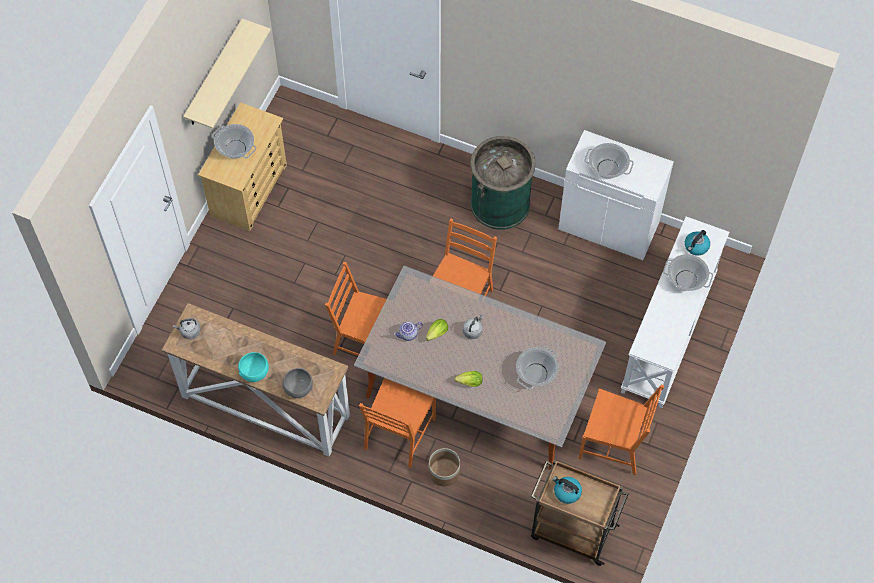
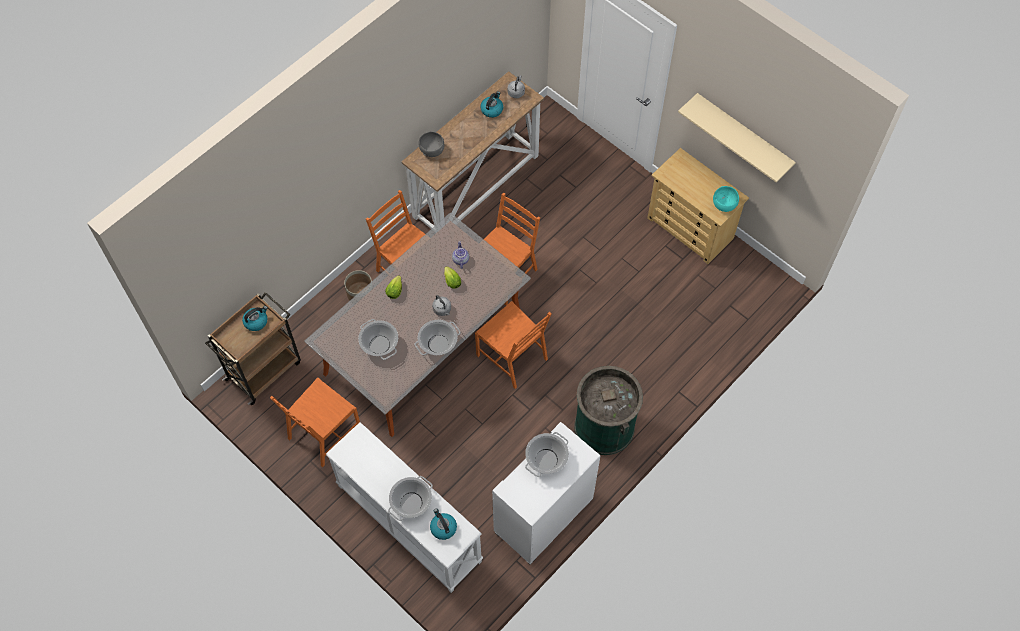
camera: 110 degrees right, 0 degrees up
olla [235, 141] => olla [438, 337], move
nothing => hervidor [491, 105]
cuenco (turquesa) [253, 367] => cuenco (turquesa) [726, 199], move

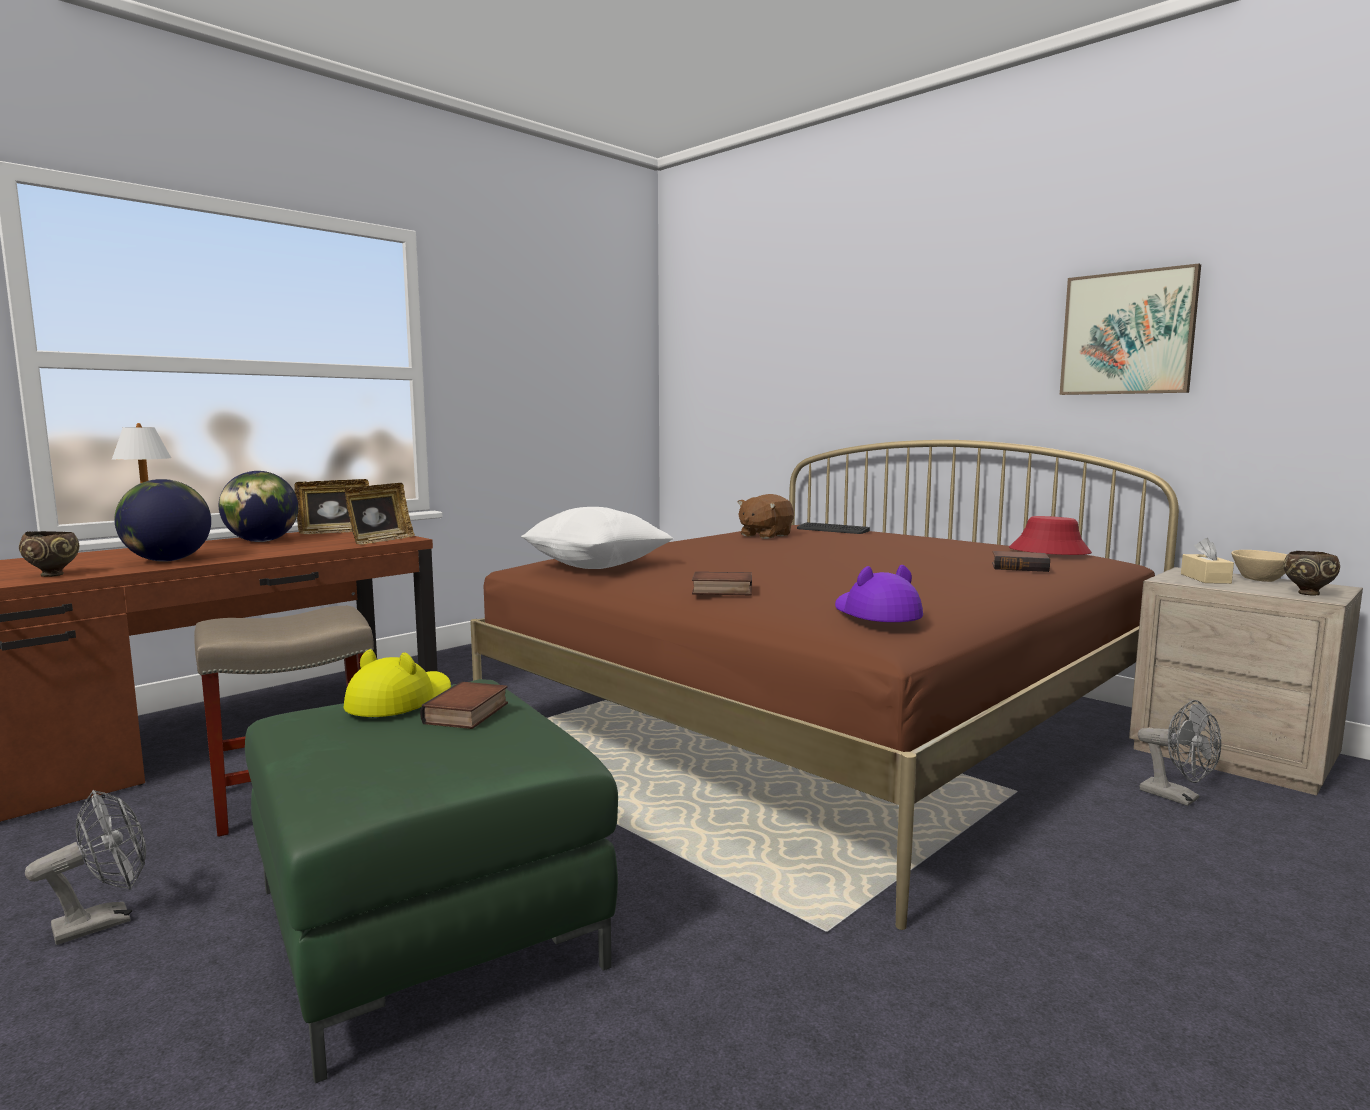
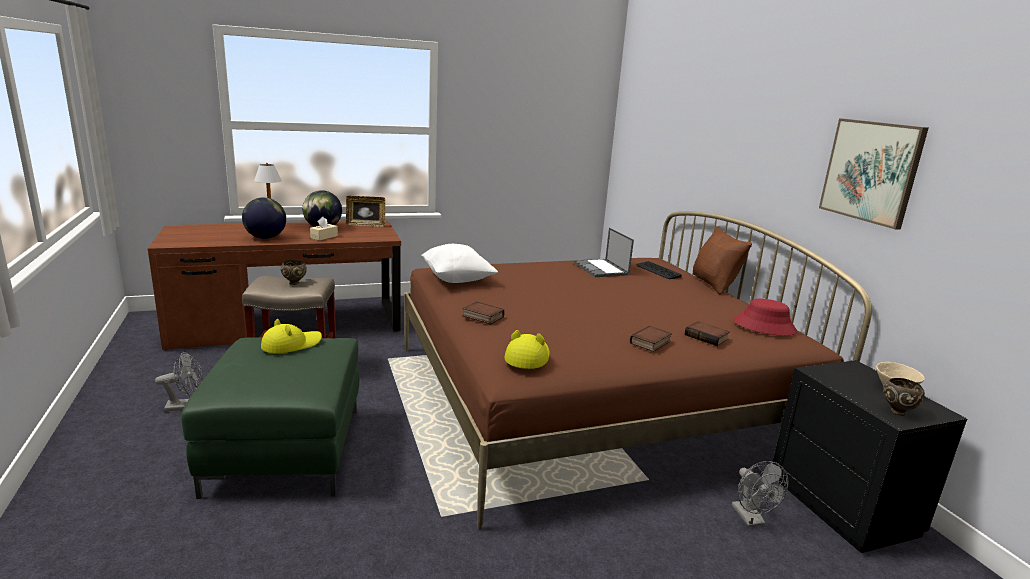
camera: 25 degrees right, 10 degrees up
cuenco (marrón) [49, 554] => cuenco (marrón) [294, 272], move
caja de pañuelos (beis) [1207, 561] => caja de pañuelos (beis) [324, 229], move
sombrero (morado) [879, 593] => sombrero (amarillo) [527, 349]
peluche (marrón) [766, 516] => portátil [603, 252]
libro [464, 705] => libro [651, 339], move
nothing => cojín (marrón) [722, 260]
mesita de noche (beis) [1246, 681] => mesita de noche (negro) [869, 456]
portarretratos [379, 514] => nothing

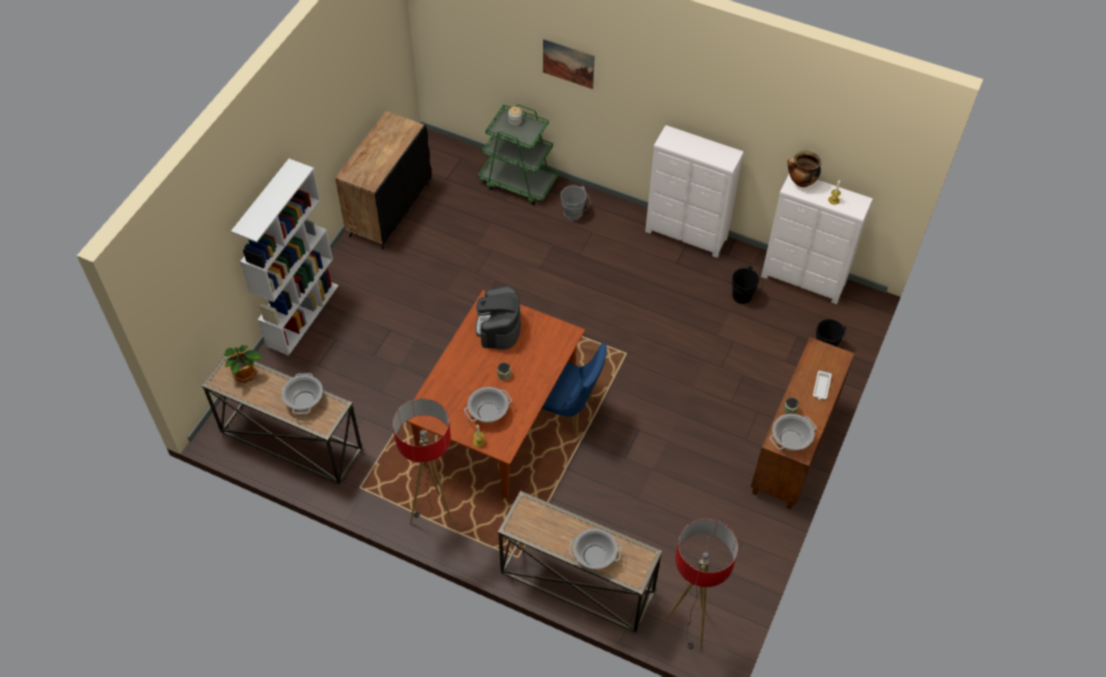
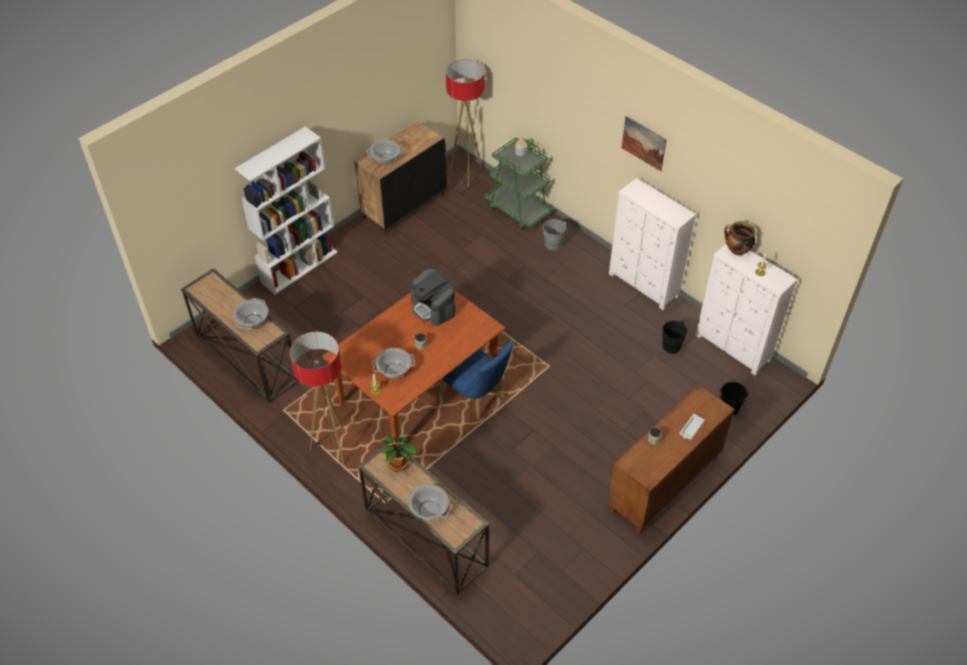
camera: 20 degrees right, 5 degrees down
olla [792, 432] => olla [385, 152], move
planta en maceta [243, 364] => planta en maceta [399, 454], move
cafetera [498, 318] => cafetera [433, 297], 60 degrees counterclockwise
lámpara de pie [699, 585] => lámpara de pie [465, 123], move
cuadro [569, 63] => cuadro [644, 143], move

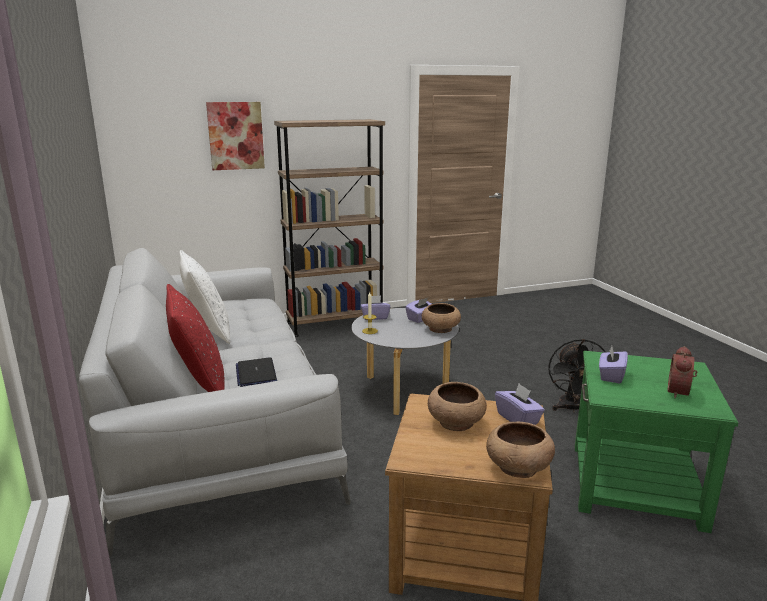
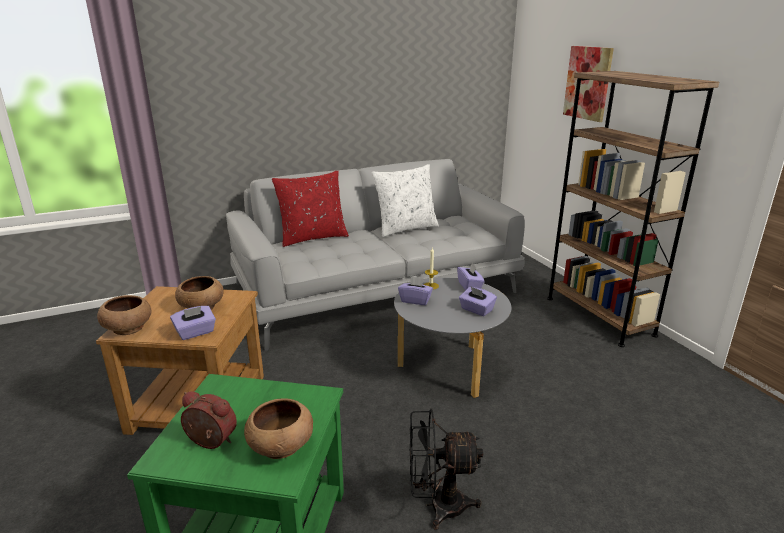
camera: 85 degrees right, 5 degrees up
cuenco (marrón) [441, 318] => cuenco (marrón) [278, 428], move
caja de pañuelos (morado) [613, 364] => caja de pañuelos (morado) [415, 290], move
portátil [256, 372] => nothing

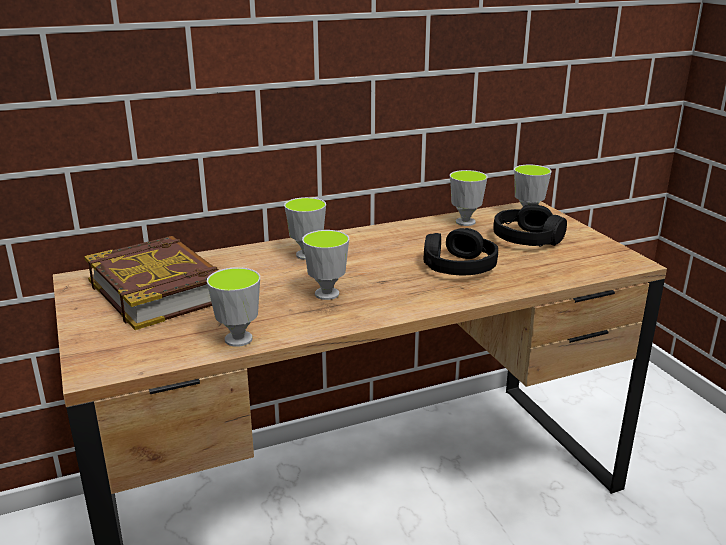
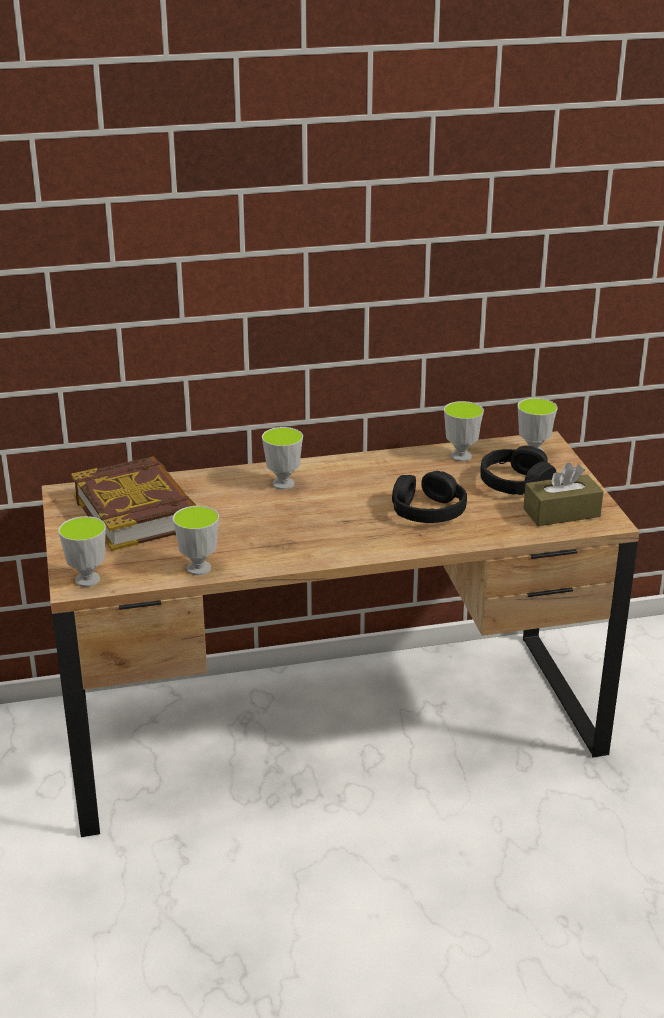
camera: 10 degrees right, 5 degrees up
taza [325, 265] => taza [82, 551], move
nothing => caja de pañuelos (marrón) [563, 494]

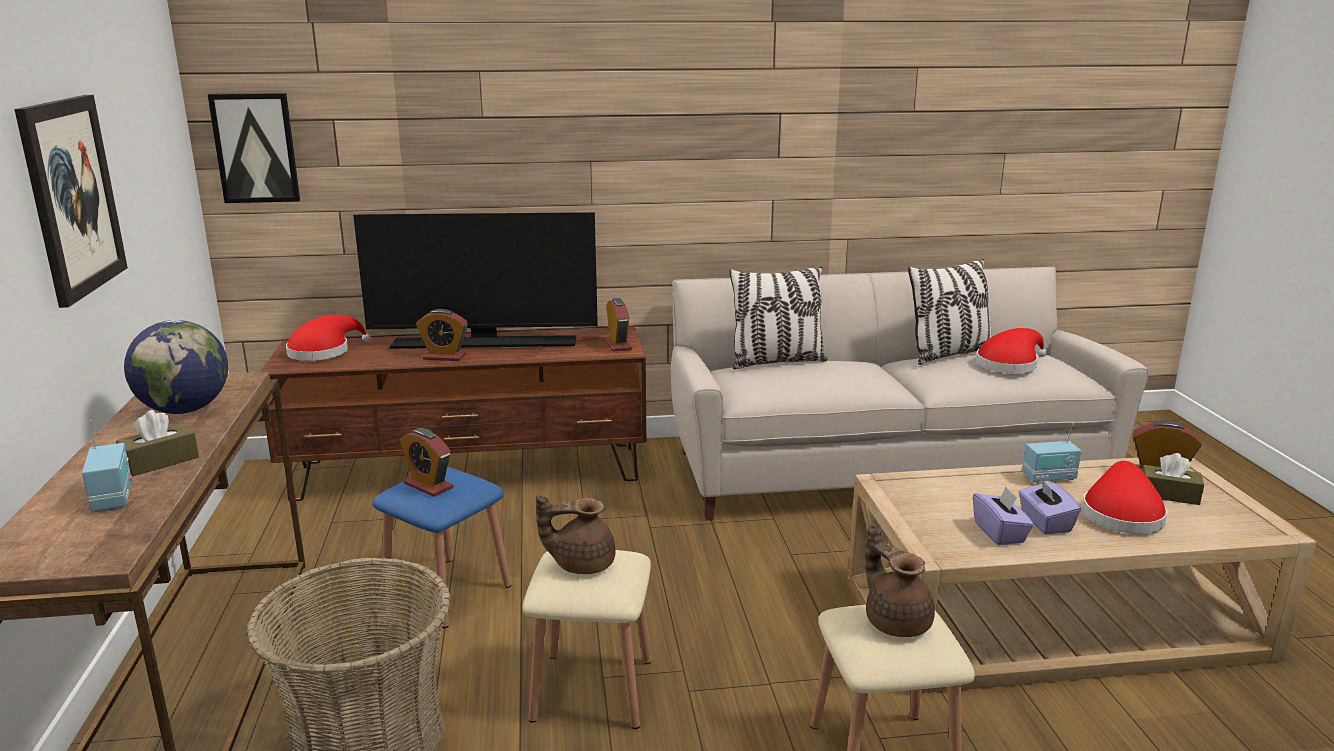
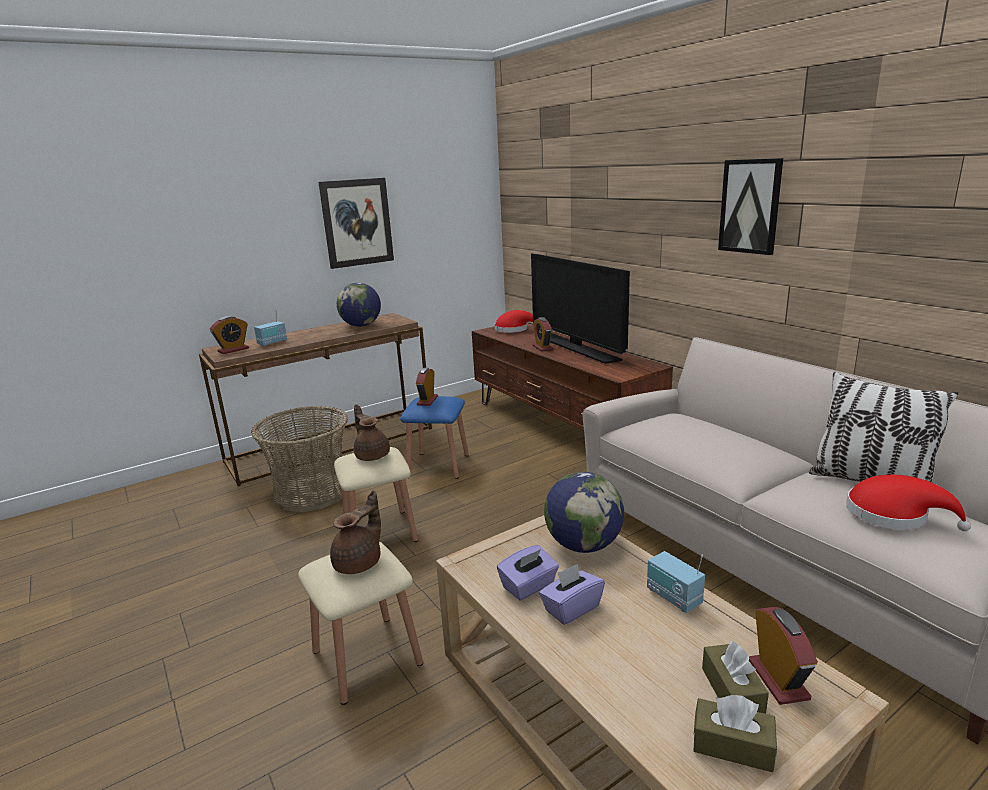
camera: 65 degrees right, 0 degrees up
despertador [618, 325] => despertador [229, 335], move
nothing => globo terráqueo [584, 512]
caja de pañuelos (marrón) [157, 443] => caja de pañuelos (marrón) [735, 734], move
cuadro [254, 148] => cuadro [750, 206], move
cojín [778, 317] => nothing
sombrero (rojo) [1124, 497] => nothing

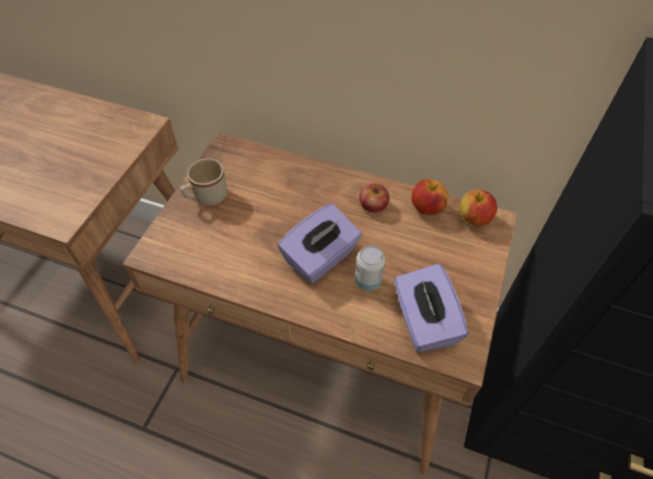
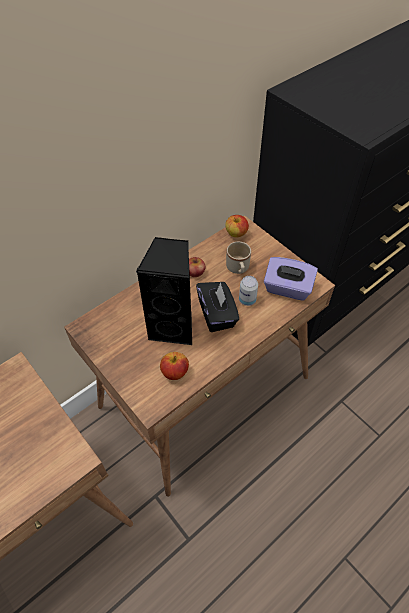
camera: 60 degrees left, 0 degrees up
nothing => altavoz (negro) [164, 291]
manzana [430, 197] => manzana [174, 366], move
caja de pañuelos (morado) [320, 244] => caja de pañuelos (negro) [217, 307]
taza grande (beis) [204, 182] => taza grande (beis) [238, 257], move

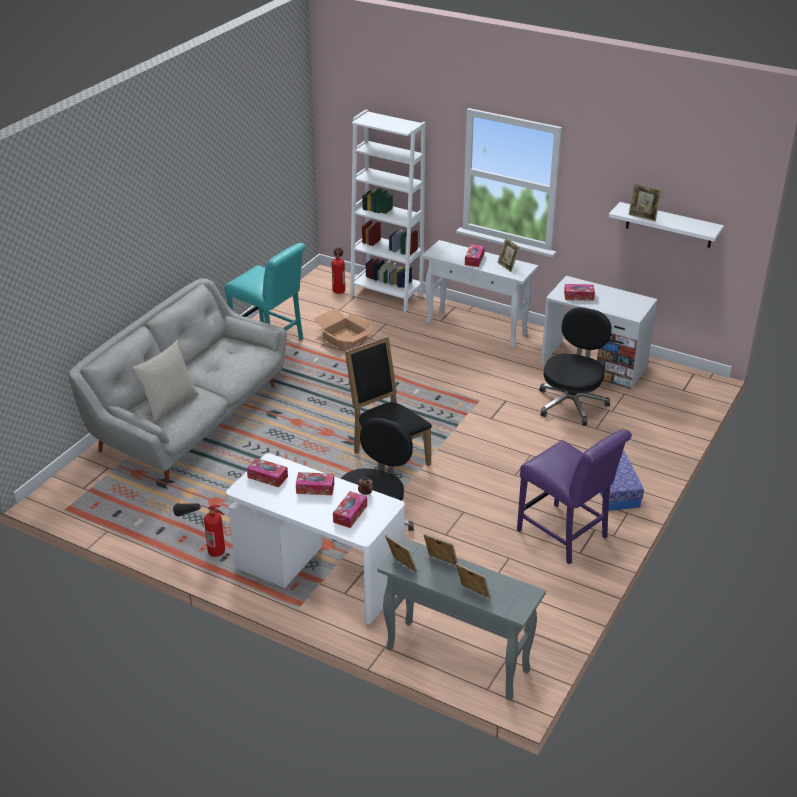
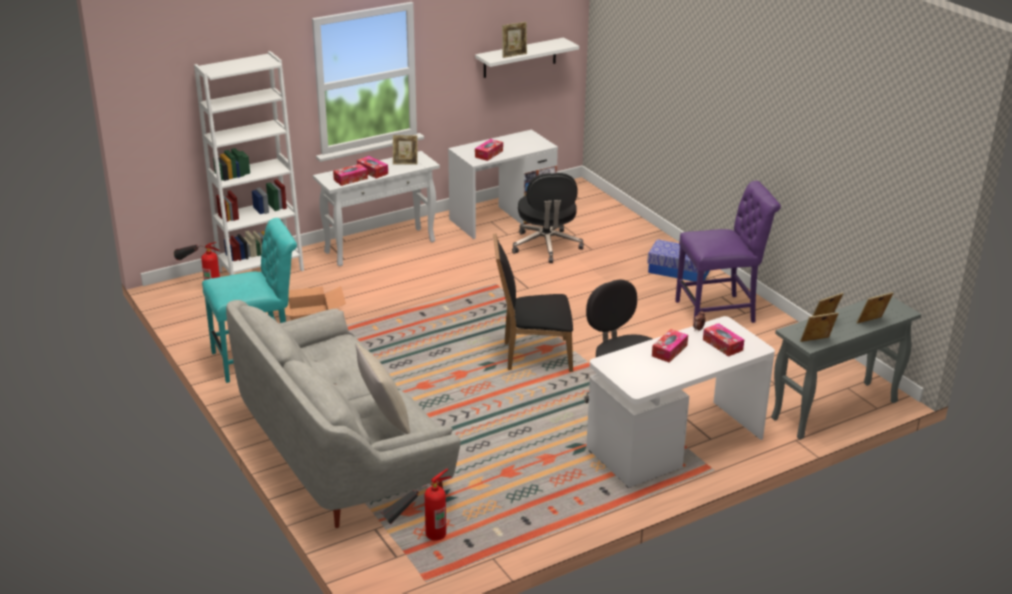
camera: 60 degrees left, 5 degrees down
caja de pañuelos [267, 472] => caja de pañuelos [350, 175], move
extintor [199, 530] => extintor [416, 504], move
silla de oficina (negro) [575, 366] => silla de oficina (negro) [548, 218], 150 degrees counterclockwise

